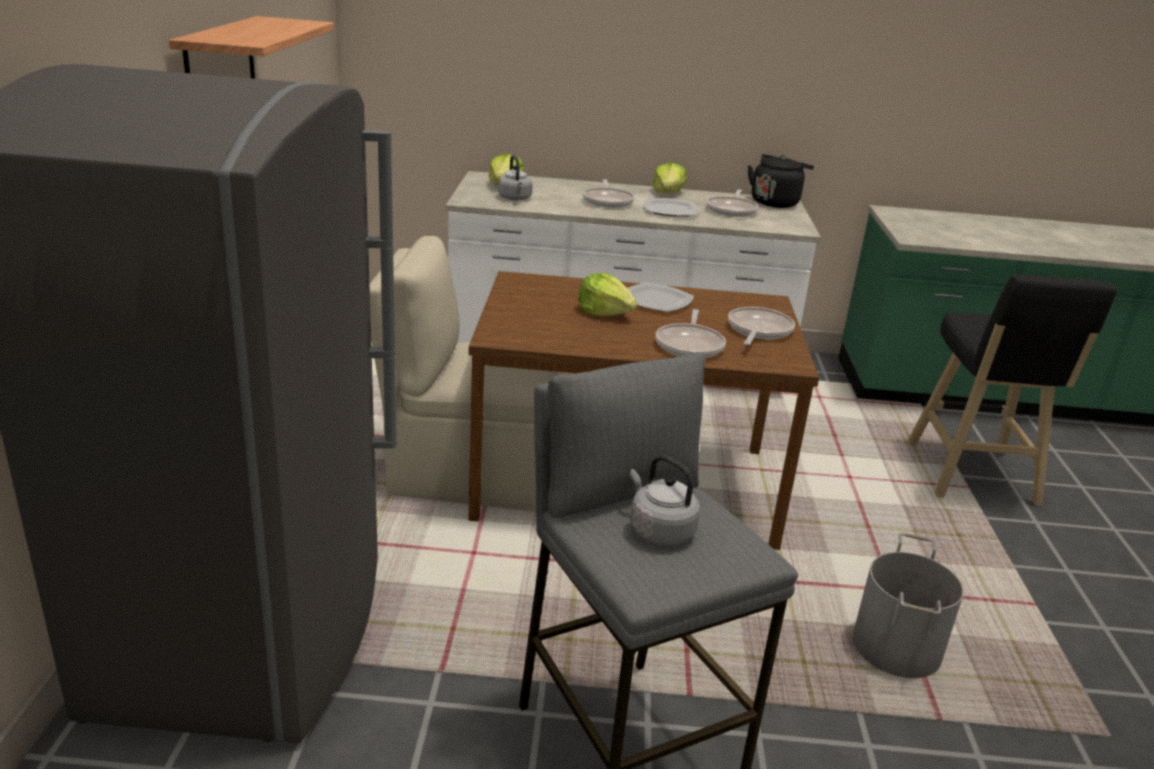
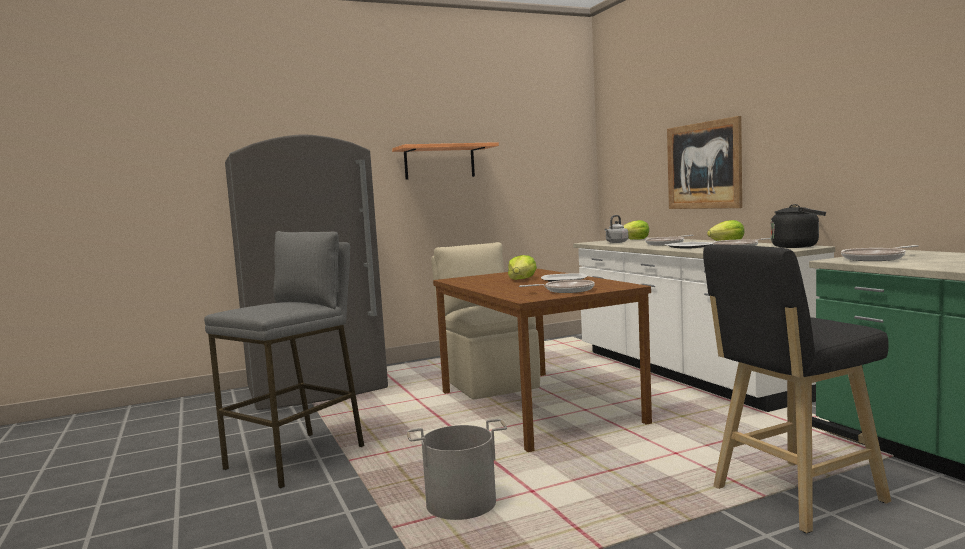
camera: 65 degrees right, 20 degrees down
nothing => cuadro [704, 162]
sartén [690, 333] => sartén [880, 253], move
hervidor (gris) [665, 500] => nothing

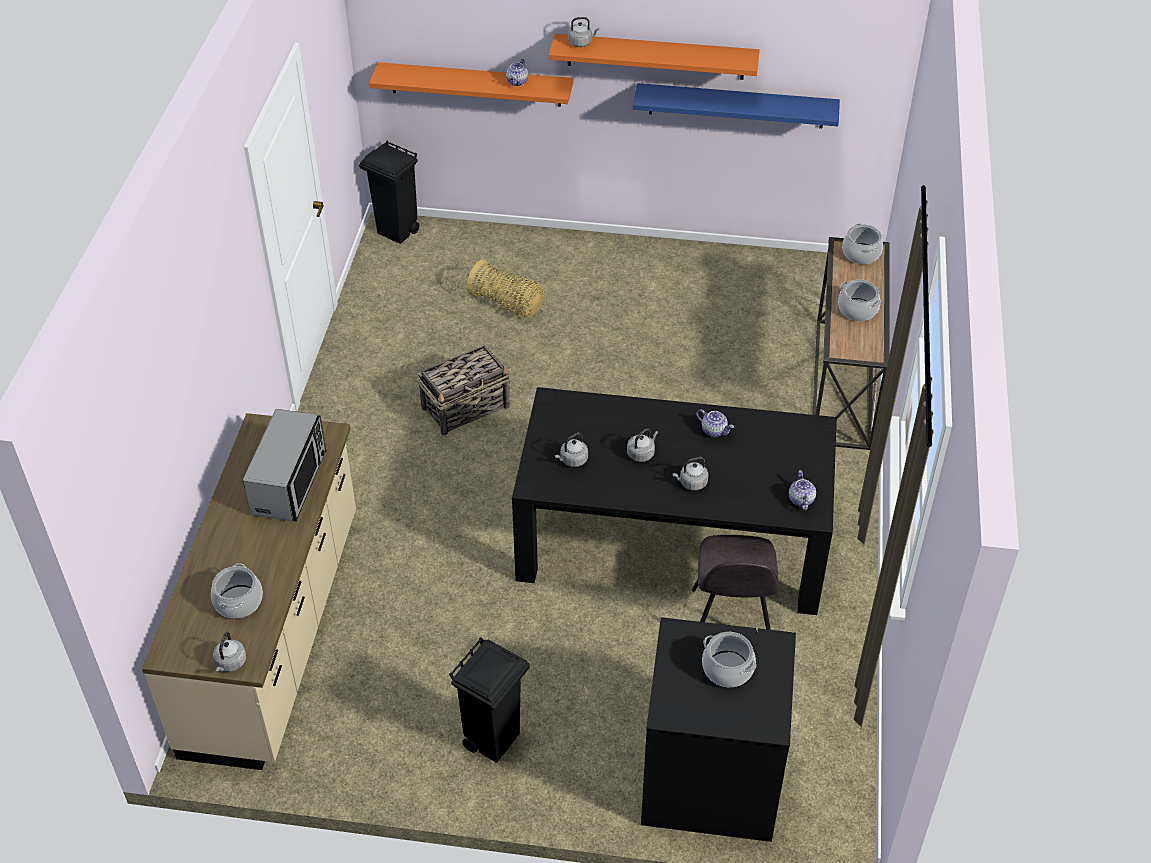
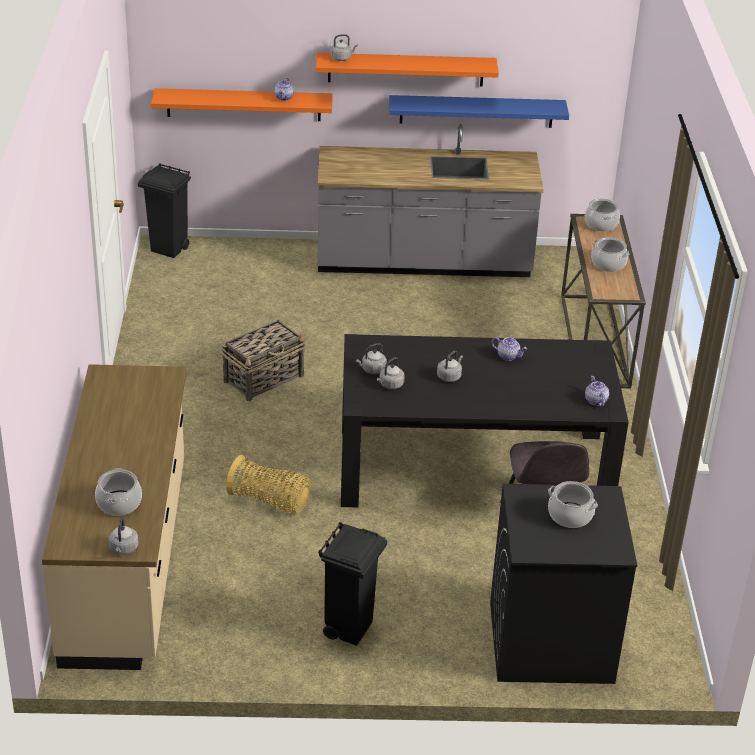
camera: 10 degrees left, 10 degrees down
cesta [505, 288] => cesta [268, 484], move
nothing => mueble bajo de cocina (gris) [430, 200]
hervidor (gris) [690, 474] => hervidor (gris) [371, 358], move
microondas [284, 465] => nothing

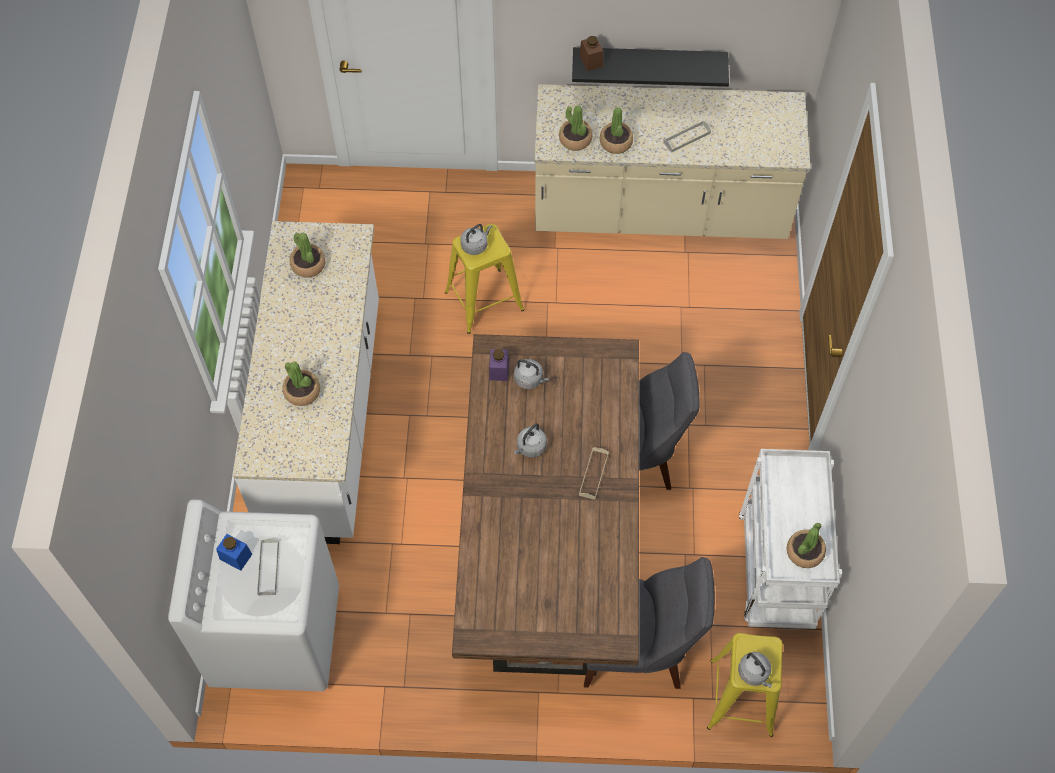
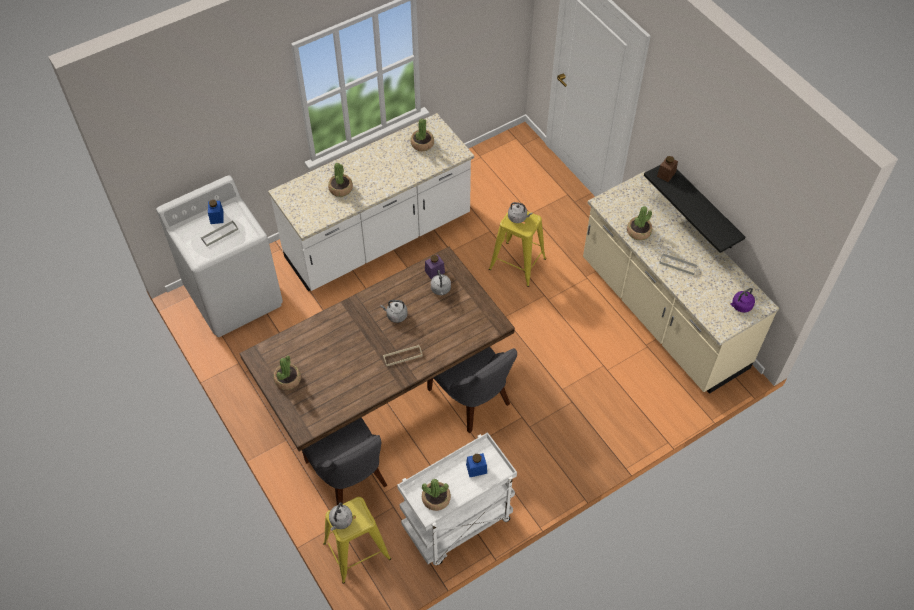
camera: 55 degrees right, 5 degrees down
planta en maceta [576, 128] => planta en maceta [287, 372], move
nothing => tarro (azul) [476, 465]
nothing => hervidor (morado) [742, 300]

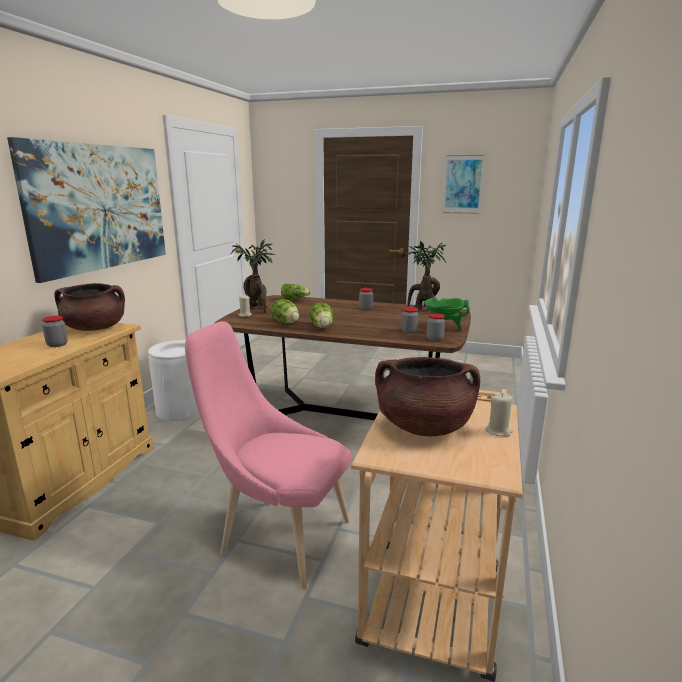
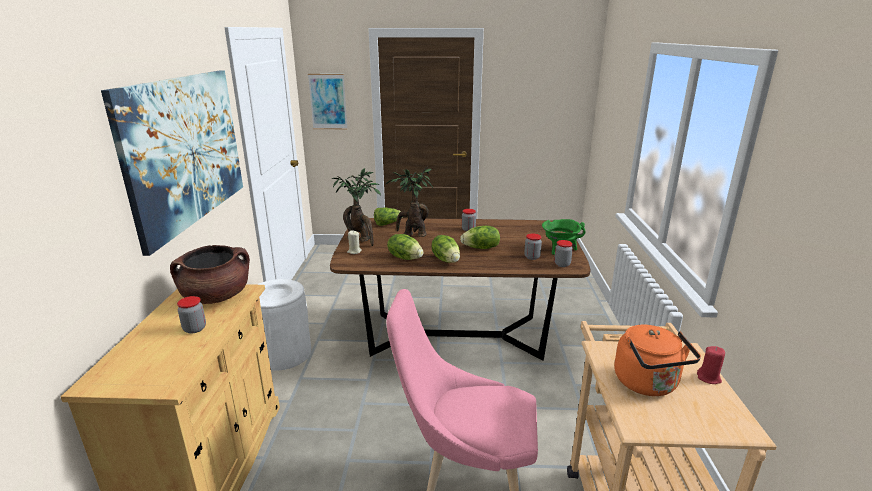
camera: 15 degrees left, 5 degrees up
cuadro [464, 184] => cuadro [328, 101], move
planta en maceta [423, 275] => planta en maceta [409, 202], move
nothing => lechuga [480, 237]
olla (marrón) [427, 396] => hervidor (naranja) [657, 360]
vela (beis) [499, 415] => vela (rojo) [711, 365]

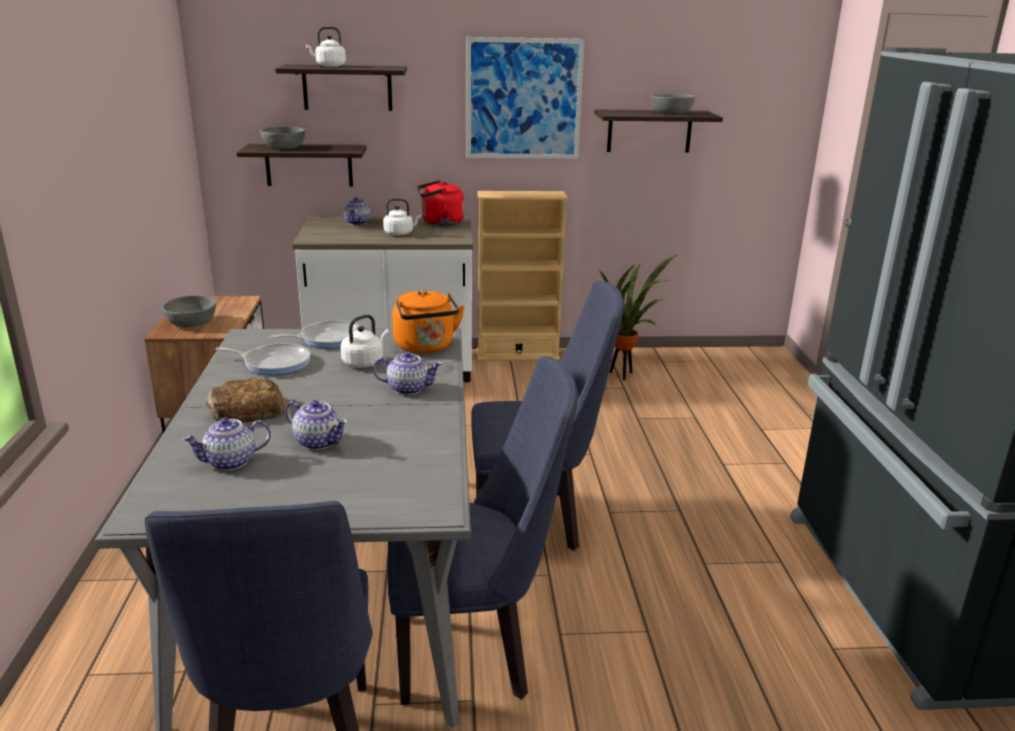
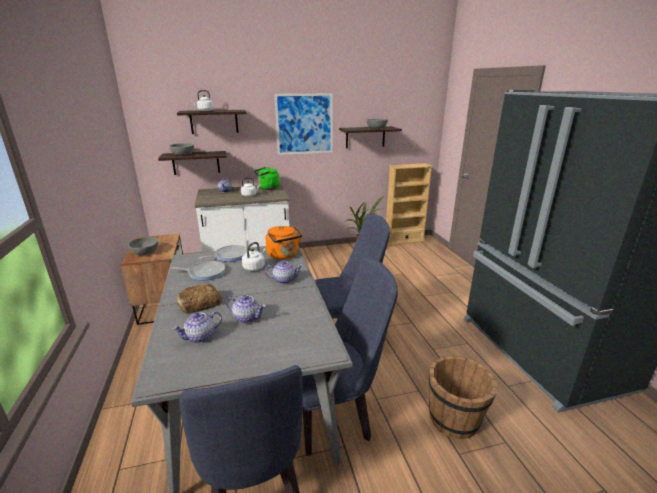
camera: 10 degrees left, 0 degrees up
hervidor (rojo) [440, 203] => hervidor (verde) [267, 178]
estantería (beis) [522, 276] => estantería (beis) [409, 204], move
nothing => cubo (marrón) [463, 397]

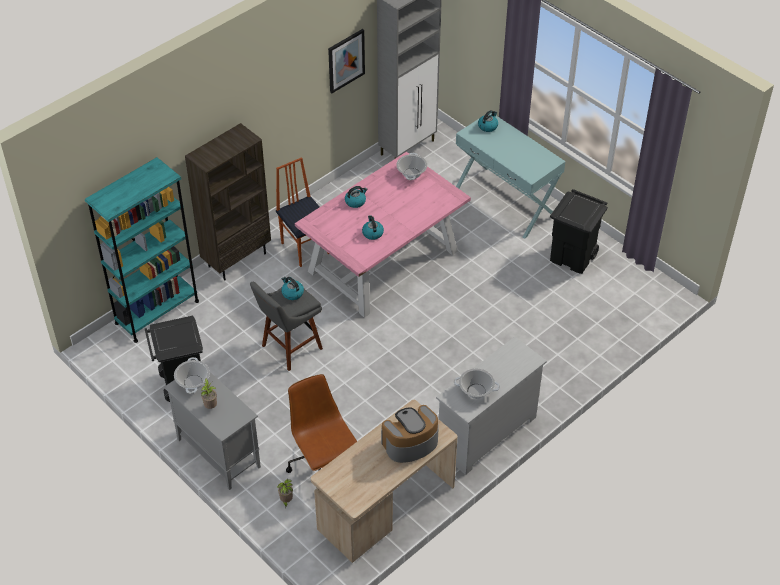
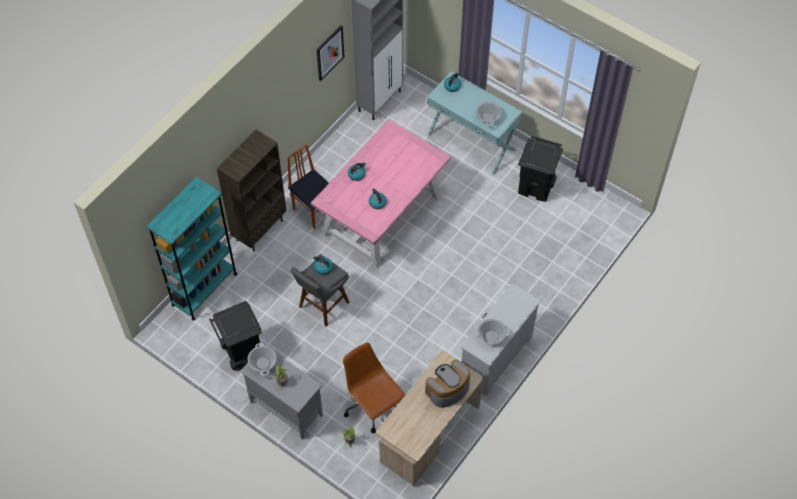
camera: 10 degrees left, 10 degrees up
olla [411, 166] => olla [489, 113], move

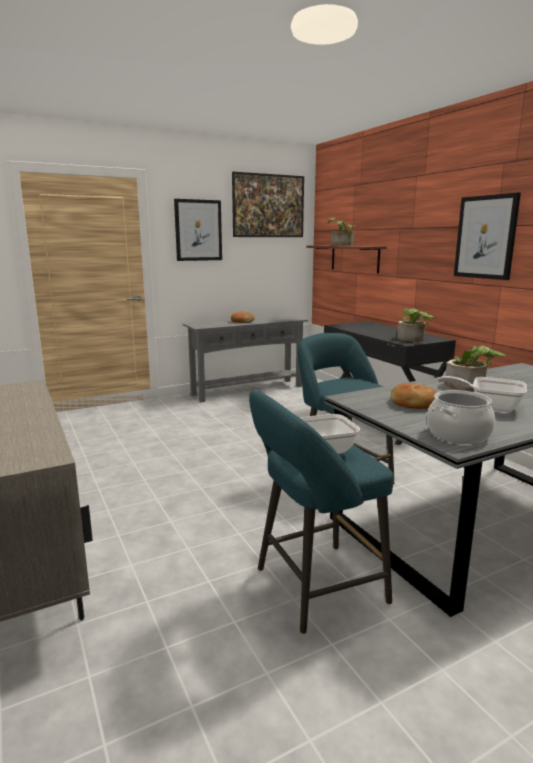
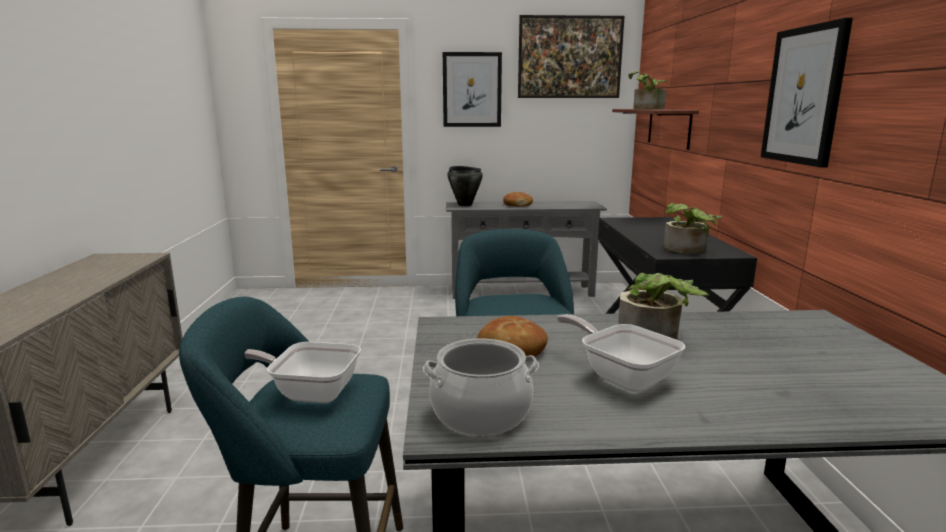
camera: 25 degrees right, 0 degrees up
nothing => olla (negro) [465, 186]

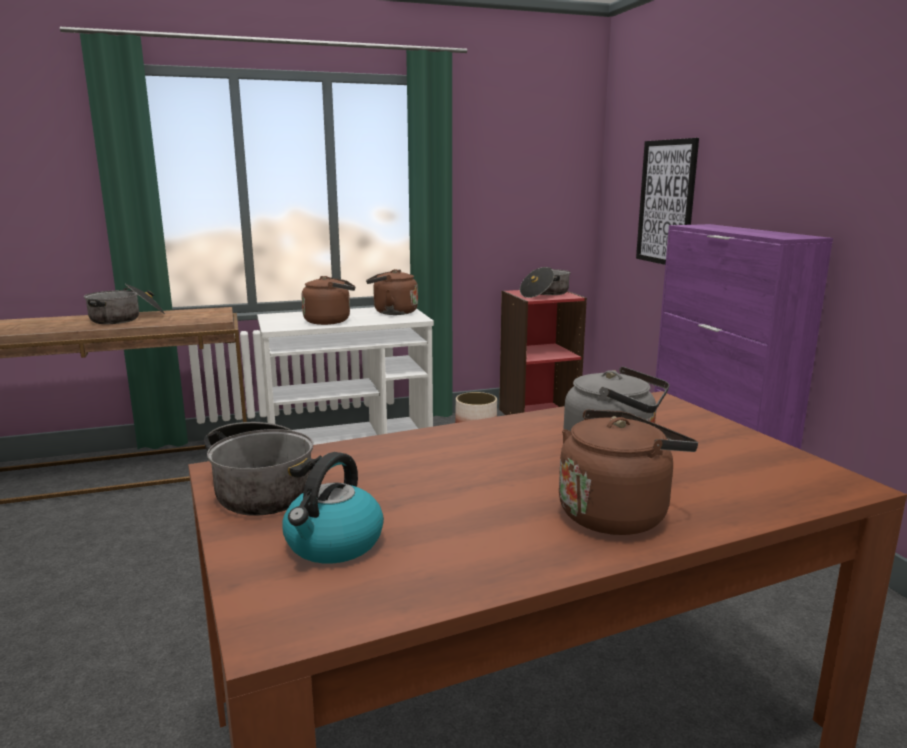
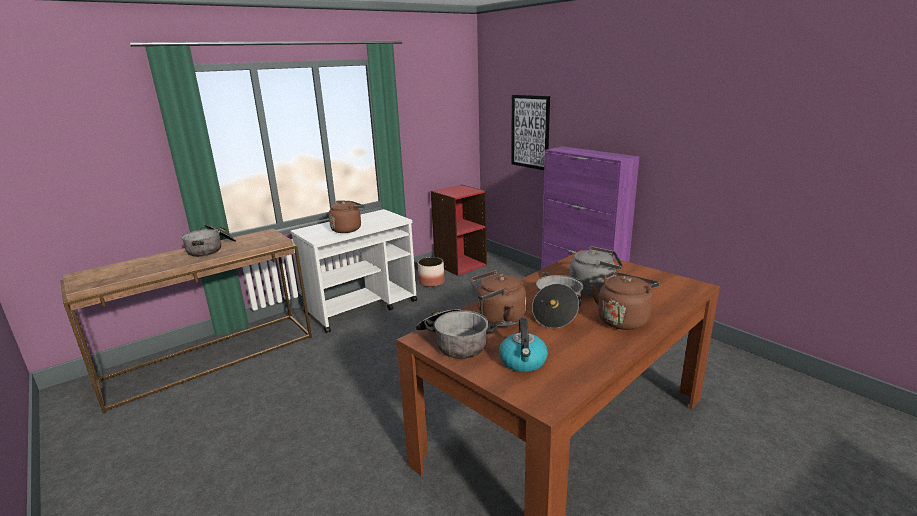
camera: 20 degrees left, 5 degrees up
hervidor (marrón) [392, 292] => hervidor (marrón) [498, 298], move
olla [545, 282] => olla [558, 300], move

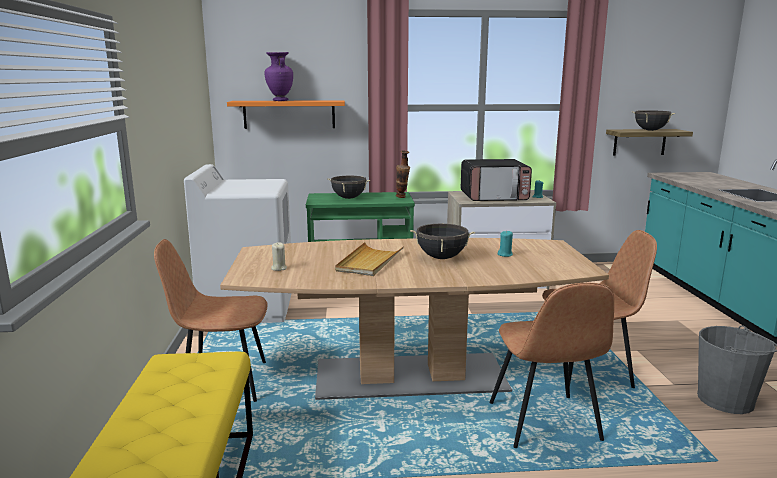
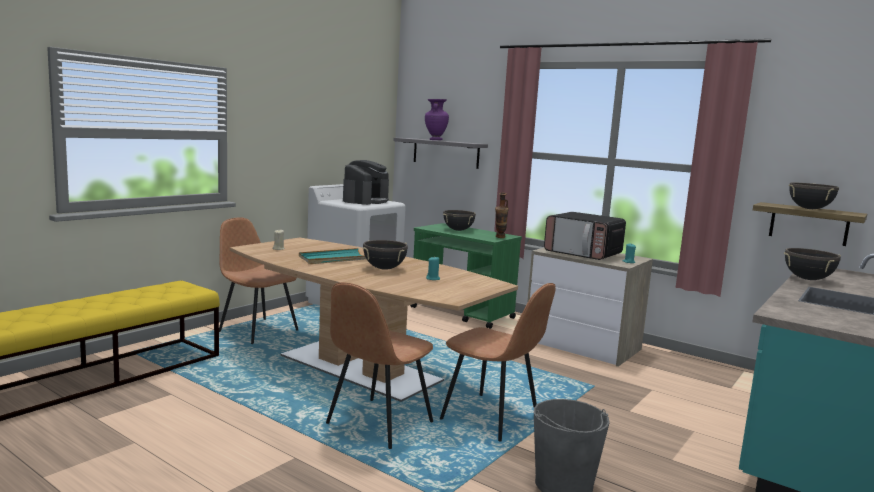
camera: 40 degrees right, 5 degrees down
bandeja (beis) [369, 259] => bandeja (turquesa) [332, 256]
nothing => cafetera [366, 182]
estante (naranja) [286, 114] => estante (gris) [440, 153]
nothing => olla (negro) [812, 264]

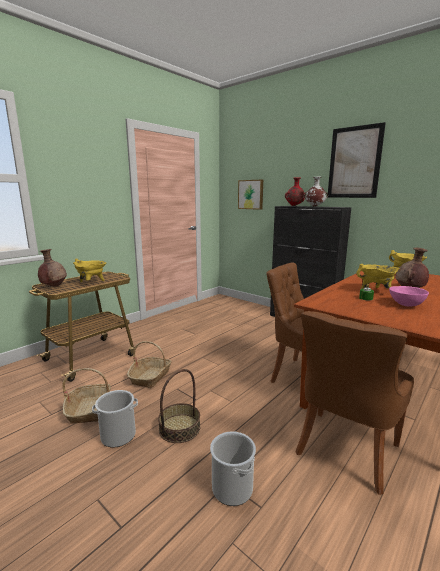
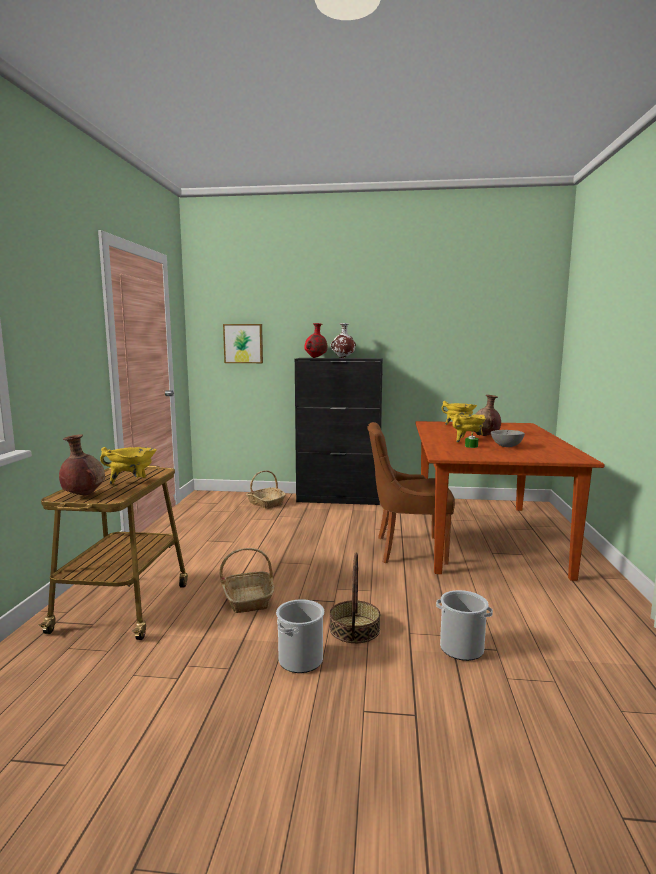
camera: 35 degrees left, 5 degrees down
cesta [86, 396] => cesta [266, 489], move
cuenco (rosa) [409, 296] => cuenco (gris) [508, 438]
silla (marrón) [354, 403] => nothing
cuadro [357, 160] => nothing

